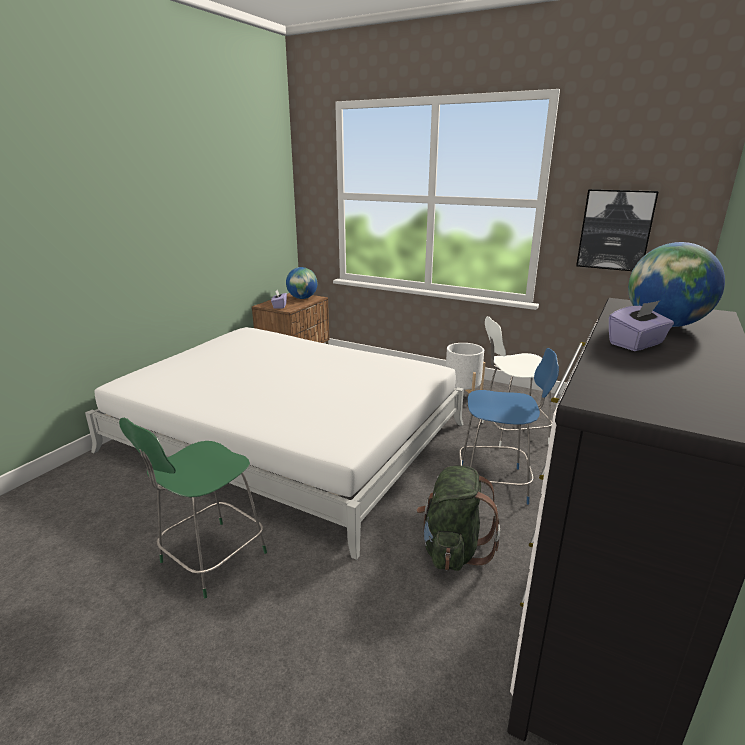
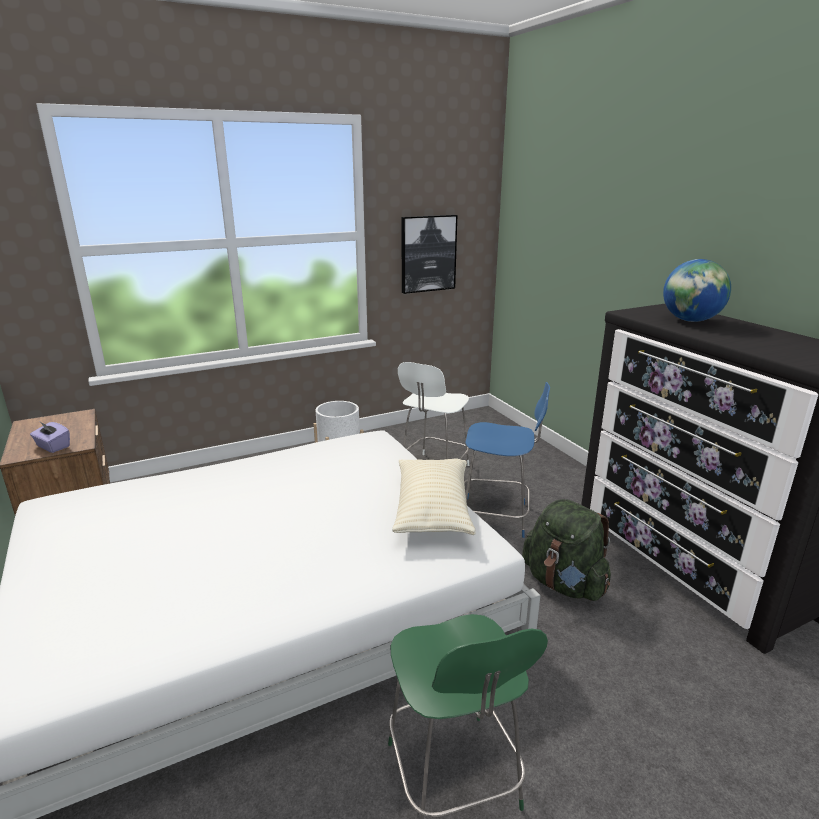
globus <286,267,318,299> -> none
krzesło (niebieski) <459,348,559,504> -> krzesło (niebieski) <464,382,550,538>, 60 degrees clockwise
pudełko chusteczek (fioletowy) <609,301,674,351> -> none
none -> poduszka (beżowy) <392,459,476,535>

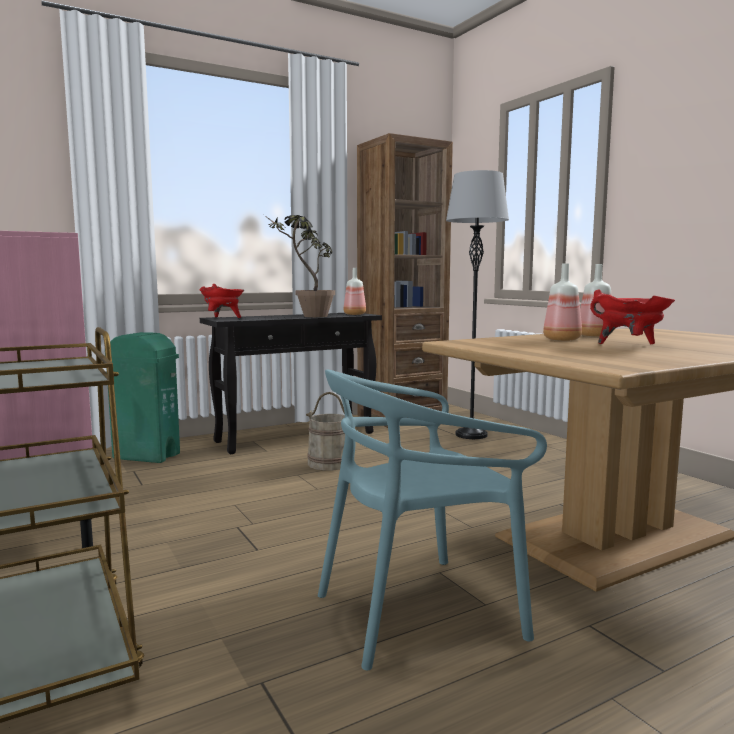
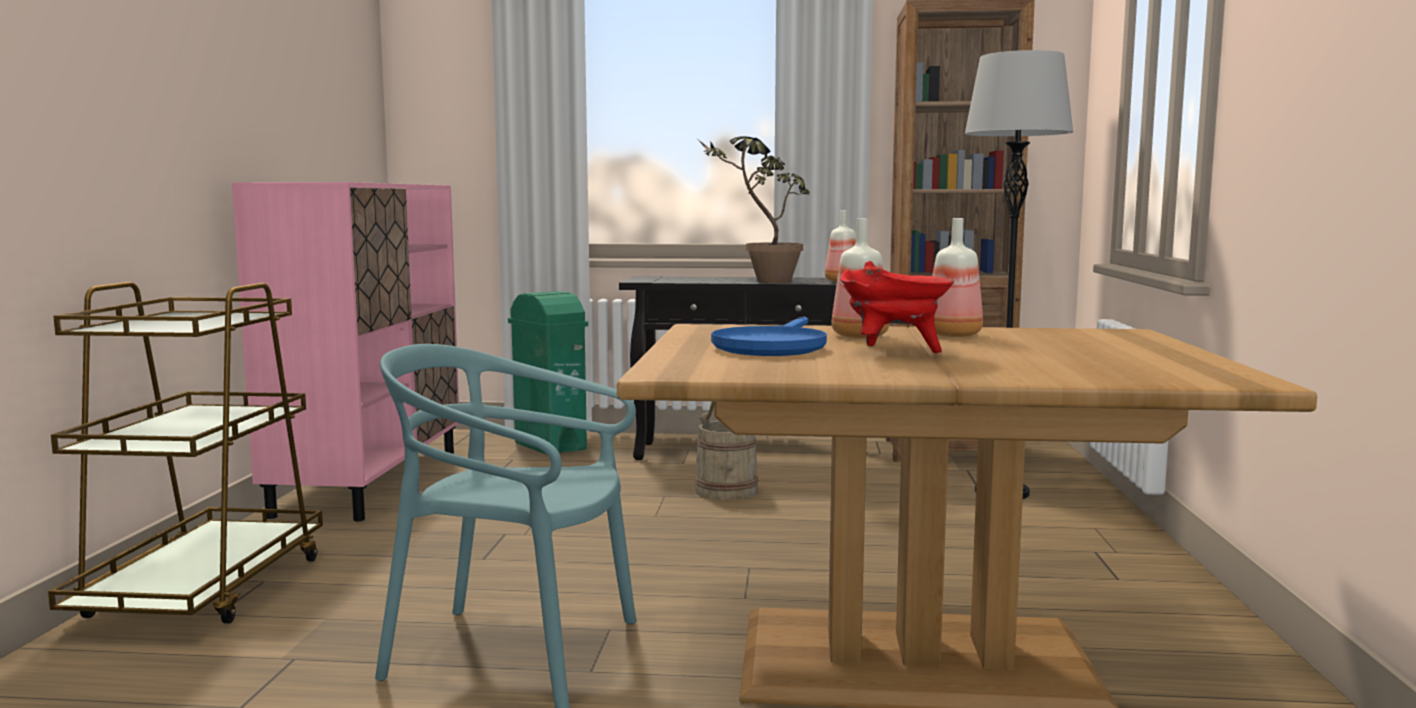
garnek (czerwony) <199,284,244,318> -> none
none -> patelnia (niebieski) <711,317,827,356>

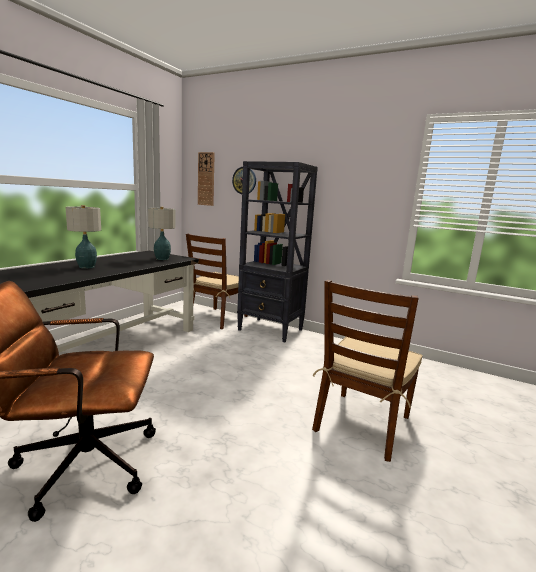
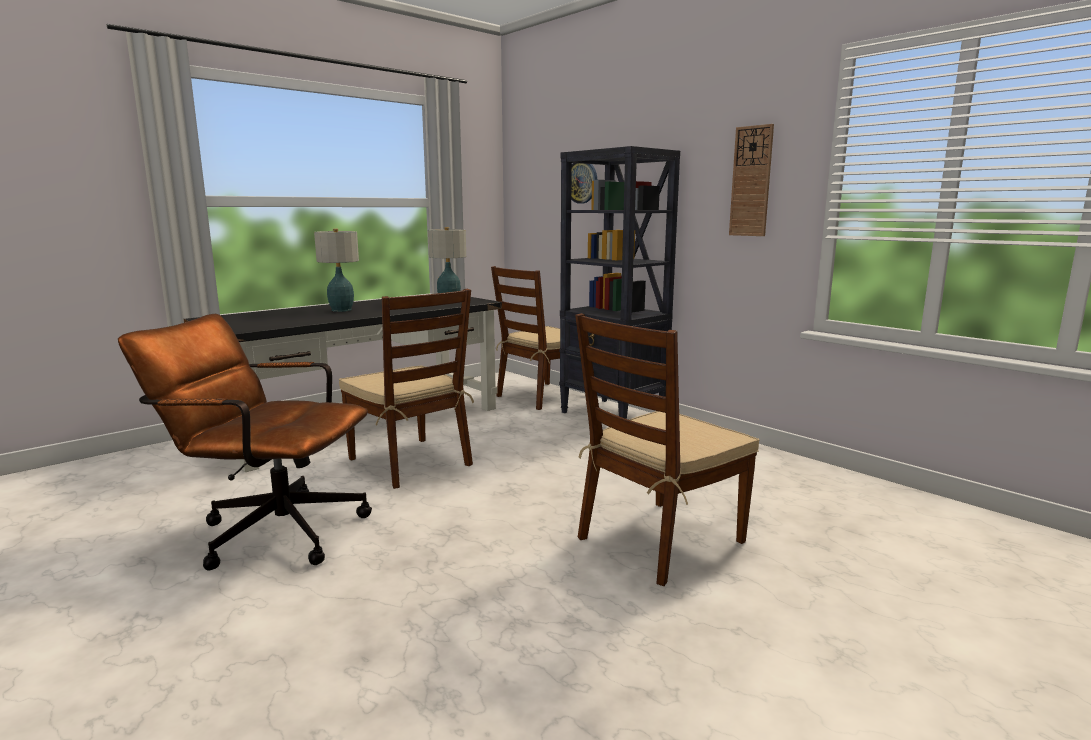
zegar ścienny <198,152,215,206> -> zegar ścienny <729,124,774,236>, moved
none -> krzesło (brązowy) <339,289,474,489>

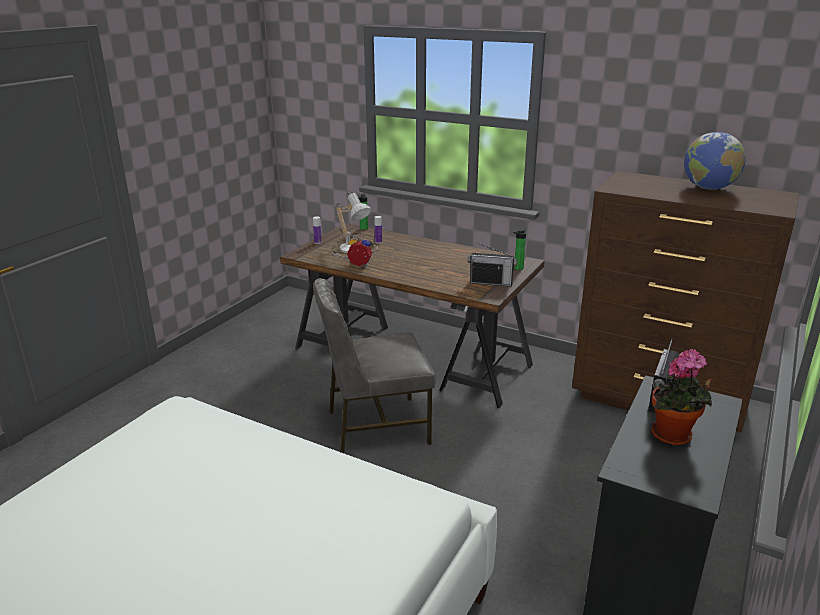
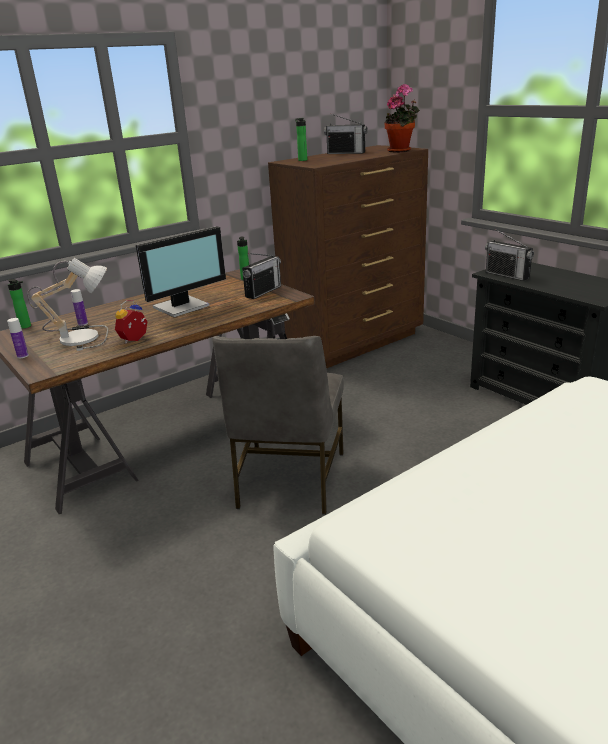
roślina doniczkowa <652,349,712,446> -> roślina doniczkowa <384,84,420,152>, moved
globus <684,132,746,190> -> radio <324,114,368,154>
none -> monitor <136,226,226,317>
none -> butelka <295,118,307,161>

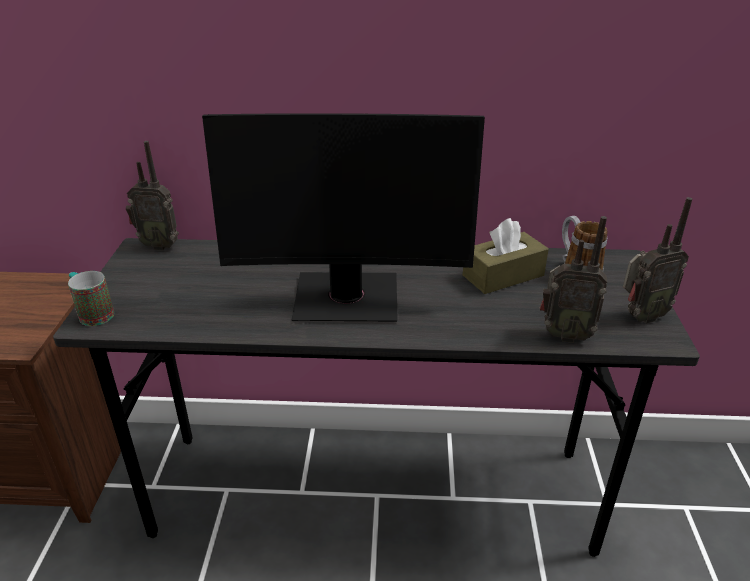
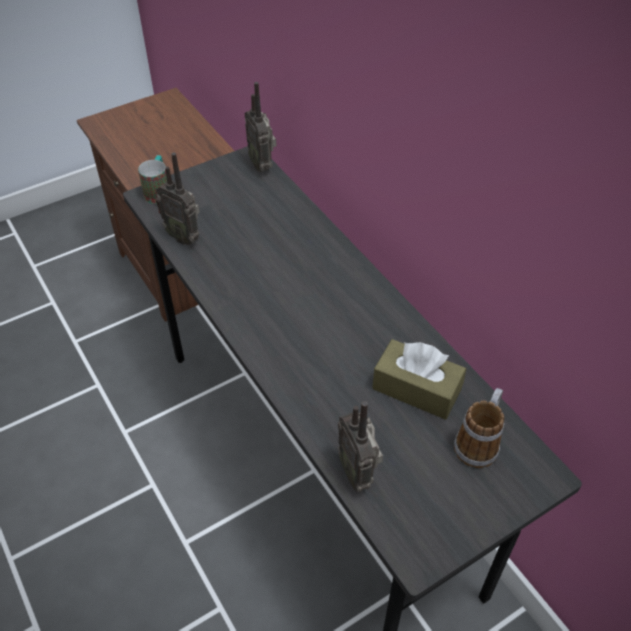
monitor <202,113,485,322> -> none
radio <623,197,692,324> -> radio <156,152,200,245>, moved

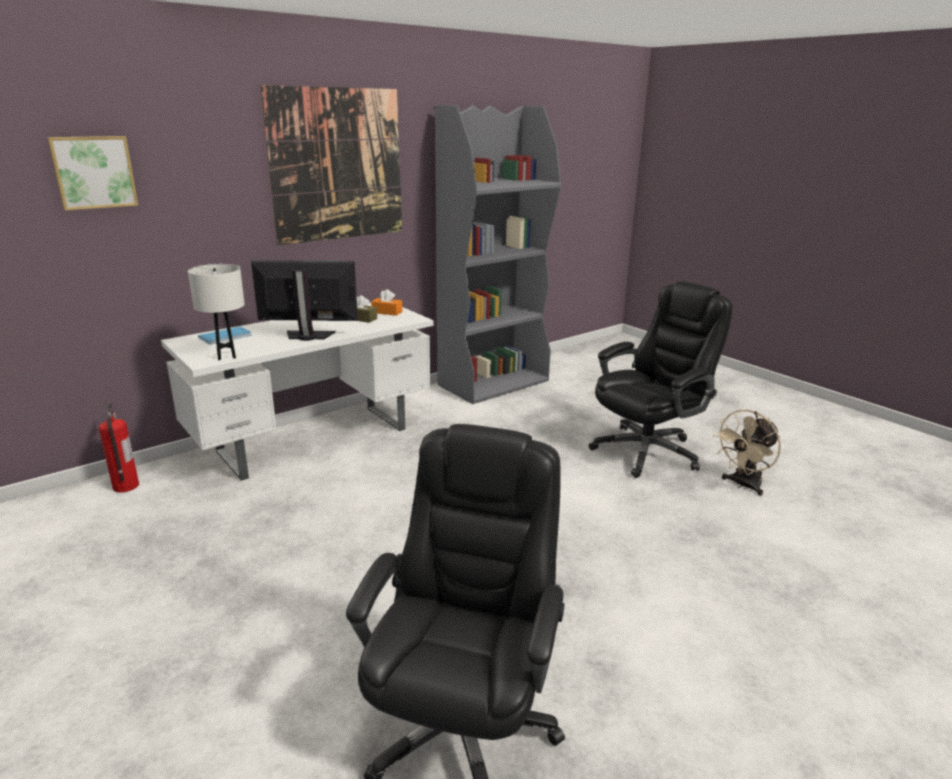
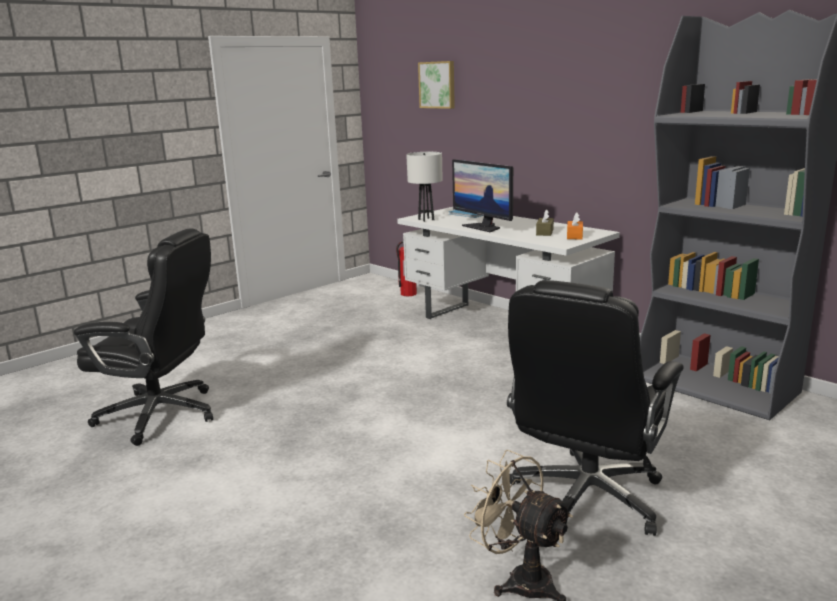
monitor <251,260,358,341> -> monitor <452,159,513,232>, 150 degrees clockwise
obraz <260,85,402,245> -> none
krzesło biurowe (czarny) <589,281,733,478> -> krzesło biurowe (czarny) <507,280,684,536>, 75 degrees clockwise

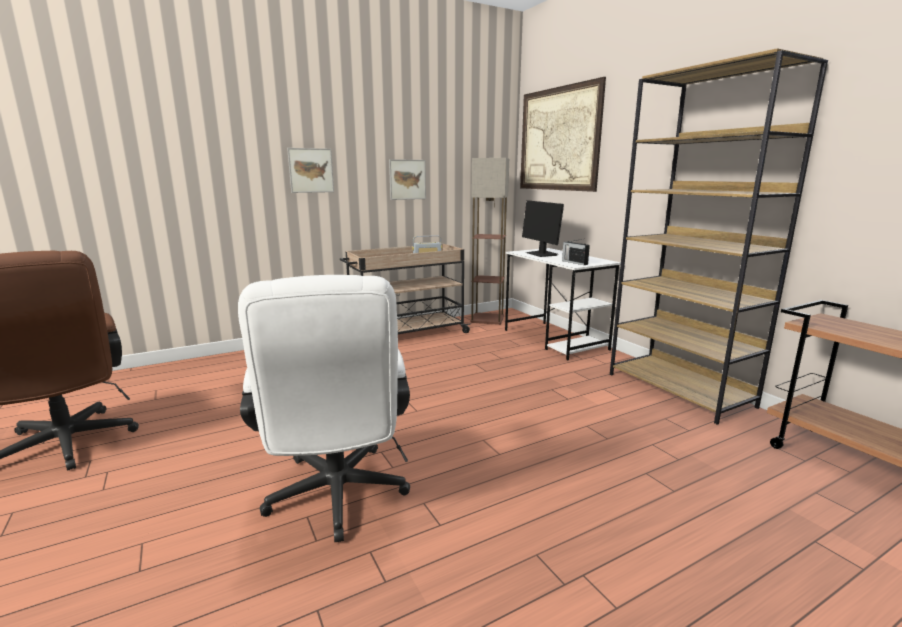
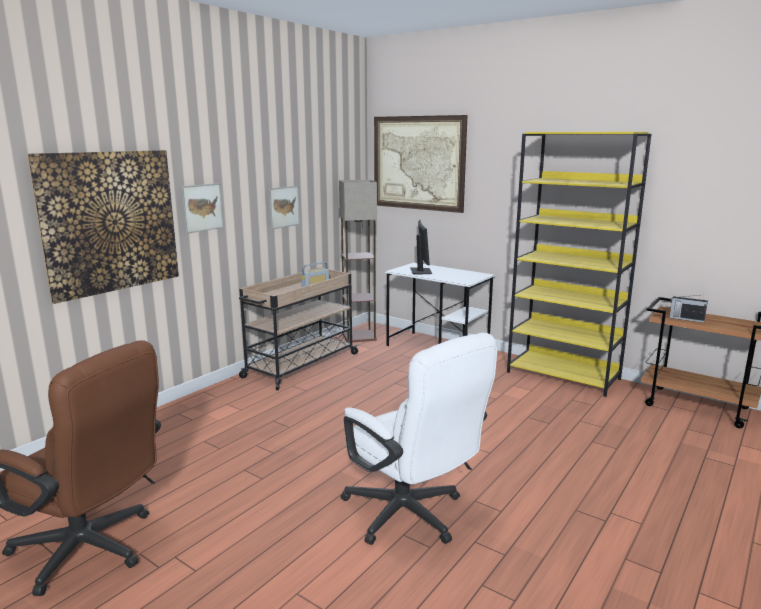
monitor <522,200,564,257> -> monitor <410,220,432,274>, 135 degrees counterclockwise
radio <562,239,590,265> -> radio <669,295,708,323>, moved
regał (brązowy) <610,48,828,425> -> regał (żółty) <507,132,651,397>
none -> obraz <27,150,179,304>

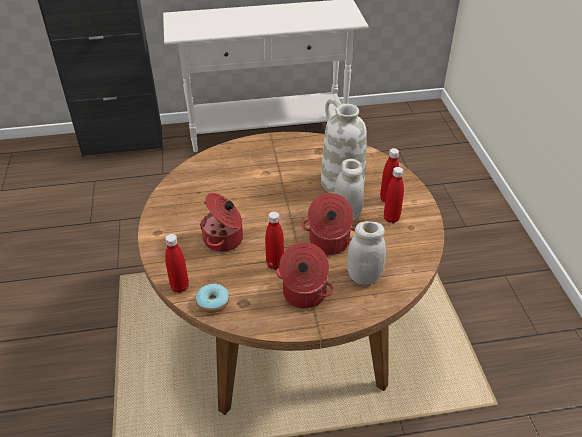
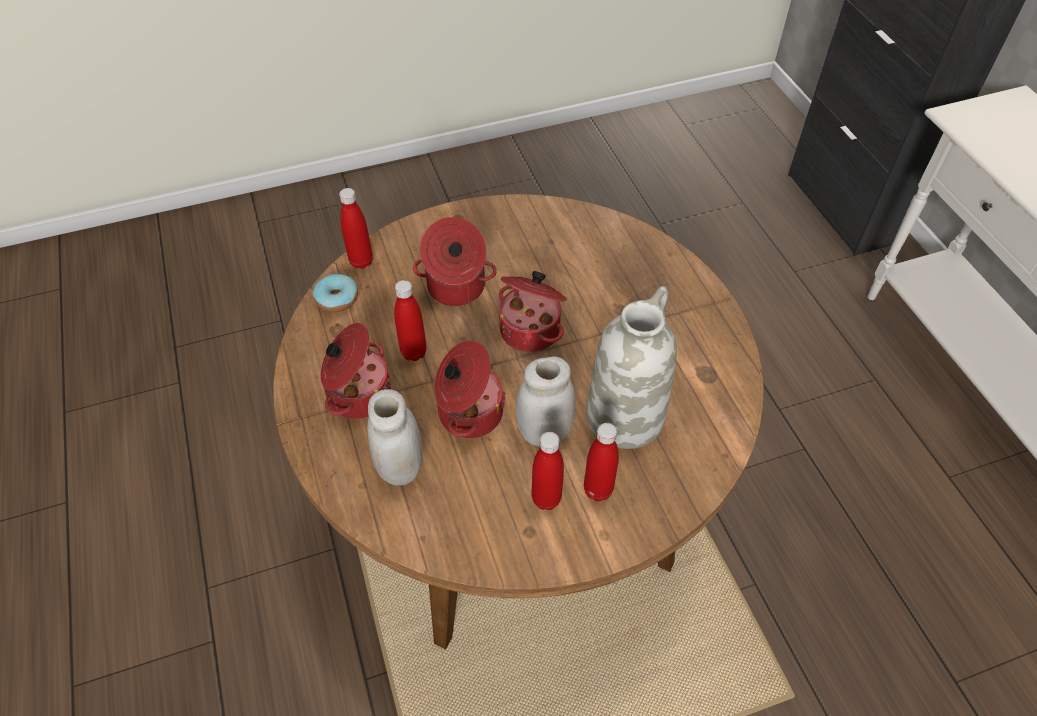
none -> garnek <499,271,567,352>

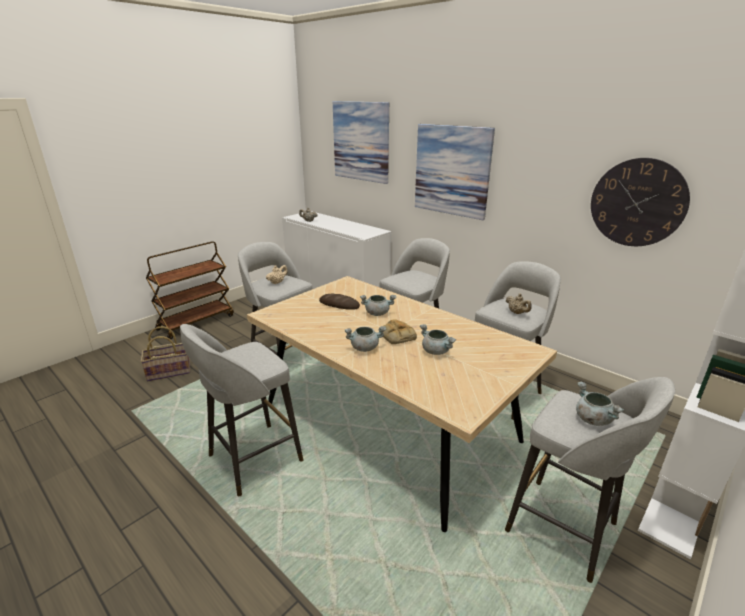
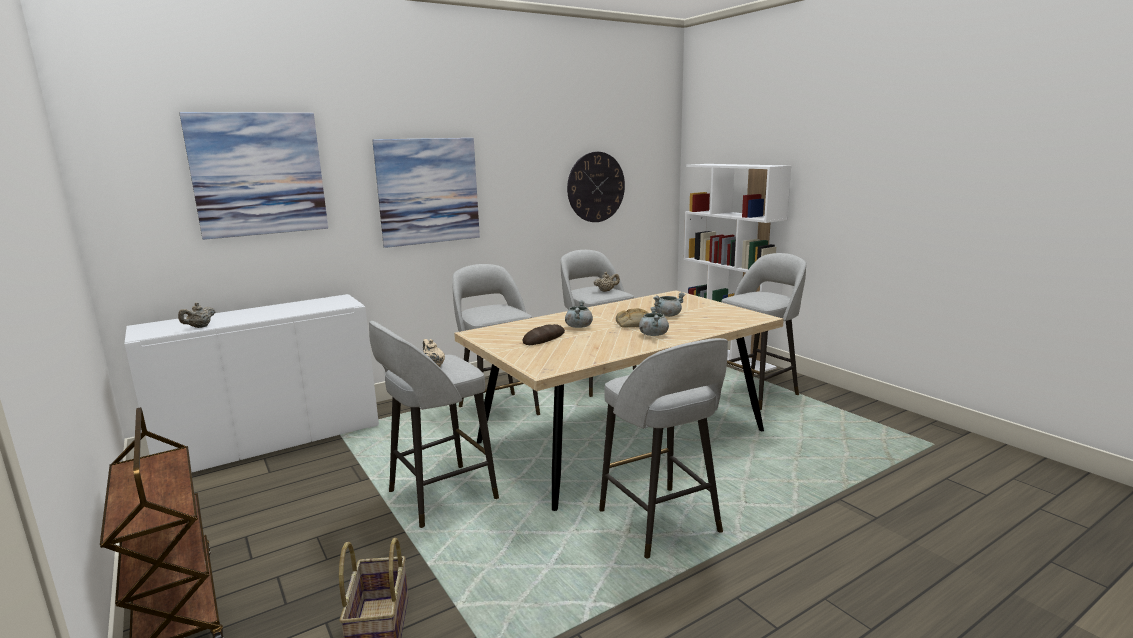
garnek (szary) <576,382,624,426> -> none

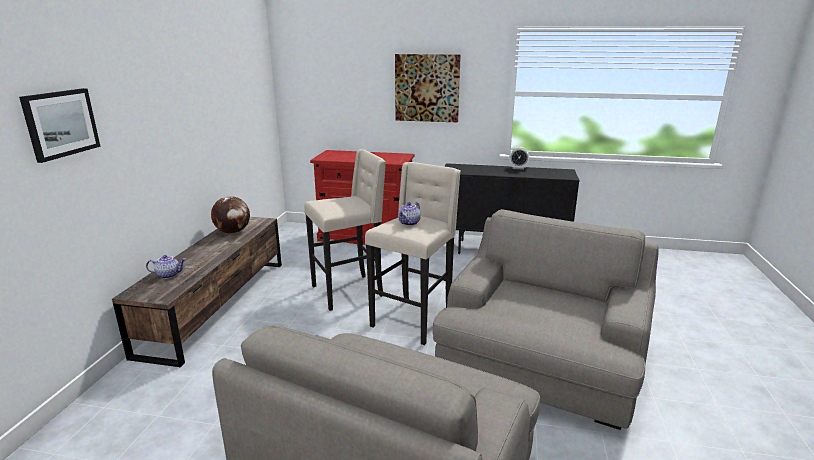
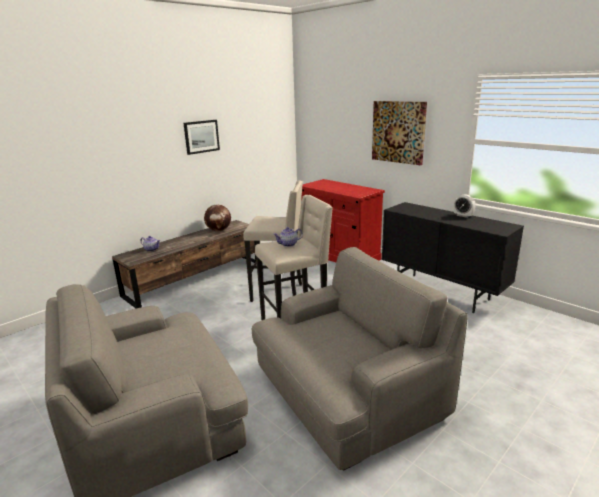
obraz <19,88,101,163> -> obraz <184,120,220,155>, moved

